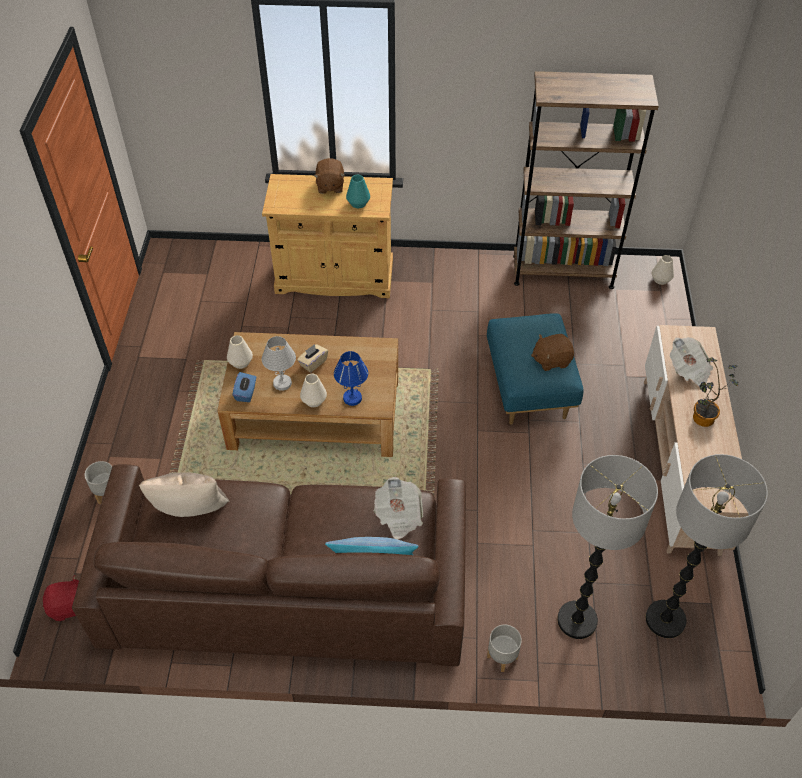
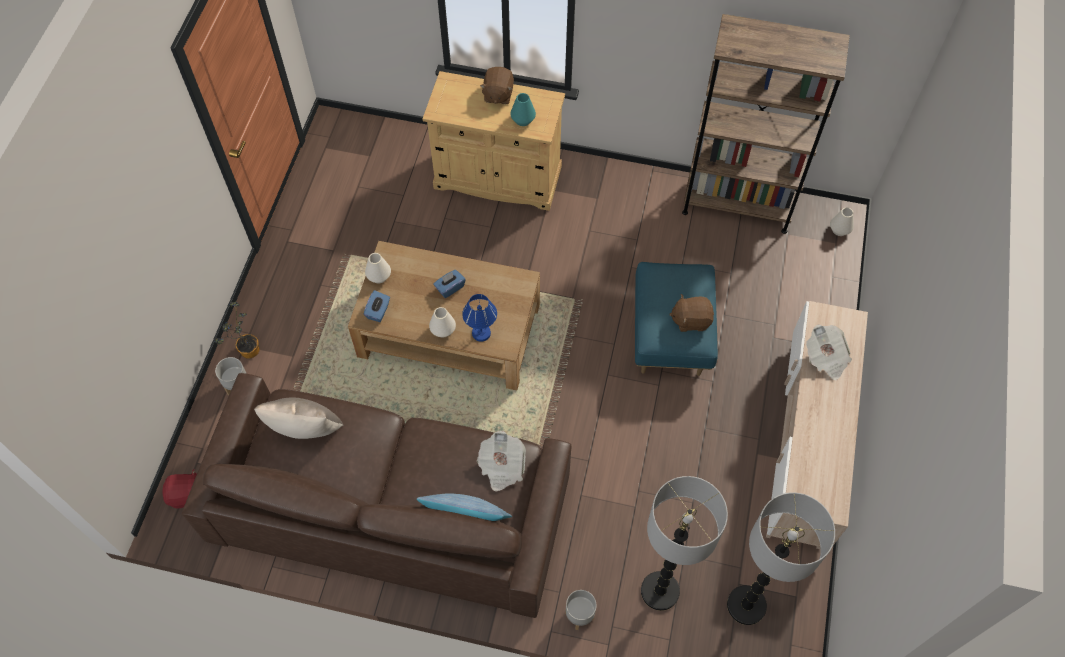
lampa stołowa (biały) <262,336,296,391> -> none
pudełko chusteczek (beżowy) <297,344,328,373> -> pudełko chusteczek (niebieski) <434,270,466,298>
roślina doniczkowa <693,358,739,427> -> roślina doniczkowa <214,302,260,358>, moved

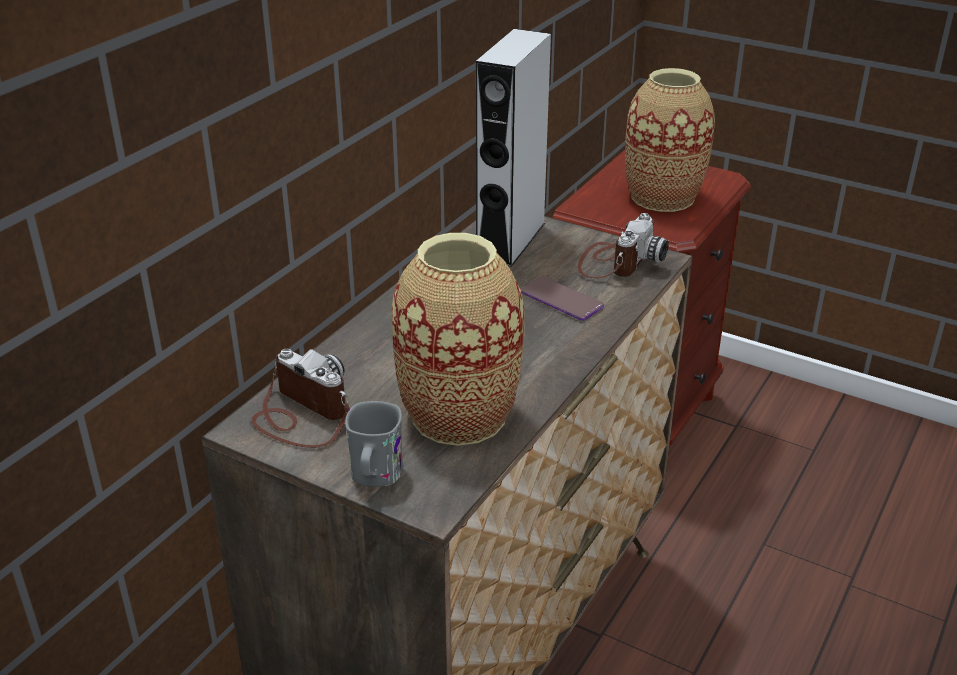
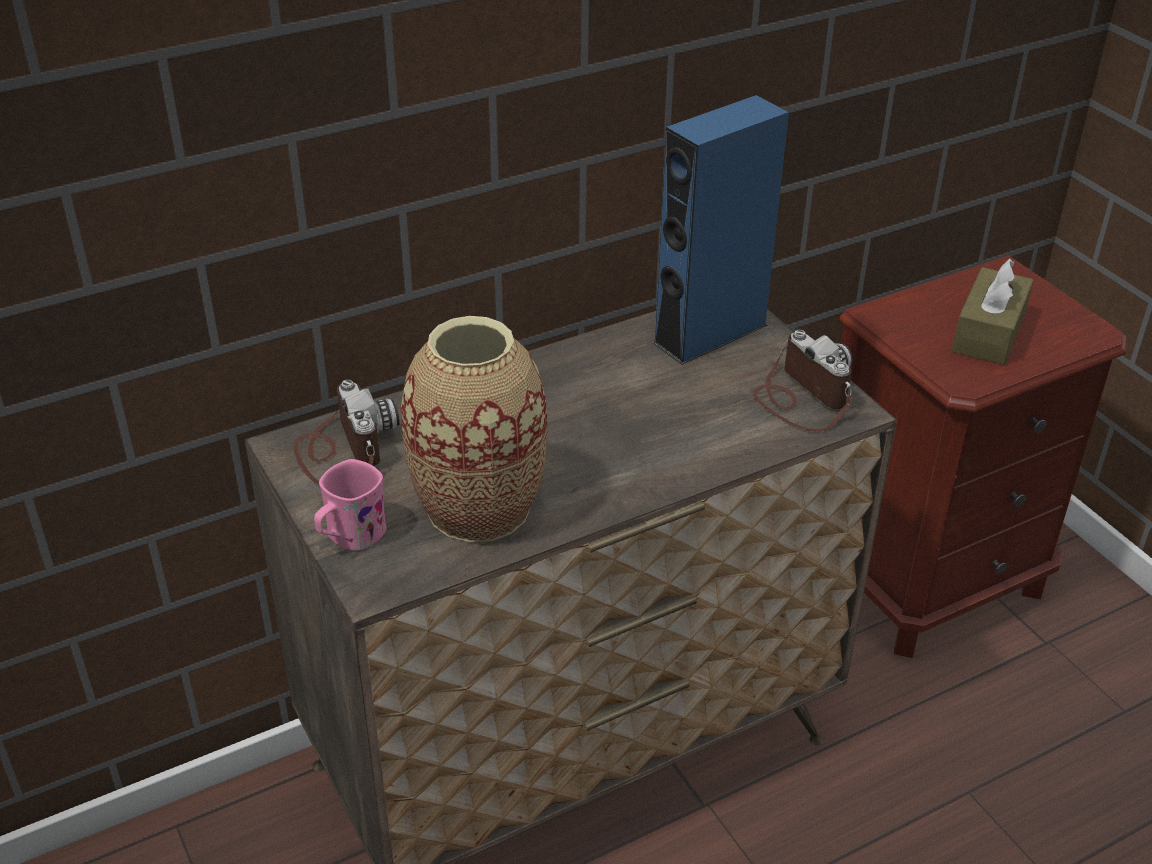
kubek (szary) <345,401,403,487> -> kubek (różowy) <314,459,387,551>
głośnik (szary) <476,29,551,267> -> głośnik (niebieski) <653,95,789,365>
telefon <521,277,604,321> -> none
aparat fotograficzny <577,213,669,278> -> aparat fotograficzny <753,330,853,431>, 90 degrees counterclockwise
wazon <625,68,715,212> -> pudełko chusteczek (brązowy) <952,259,1033,365>

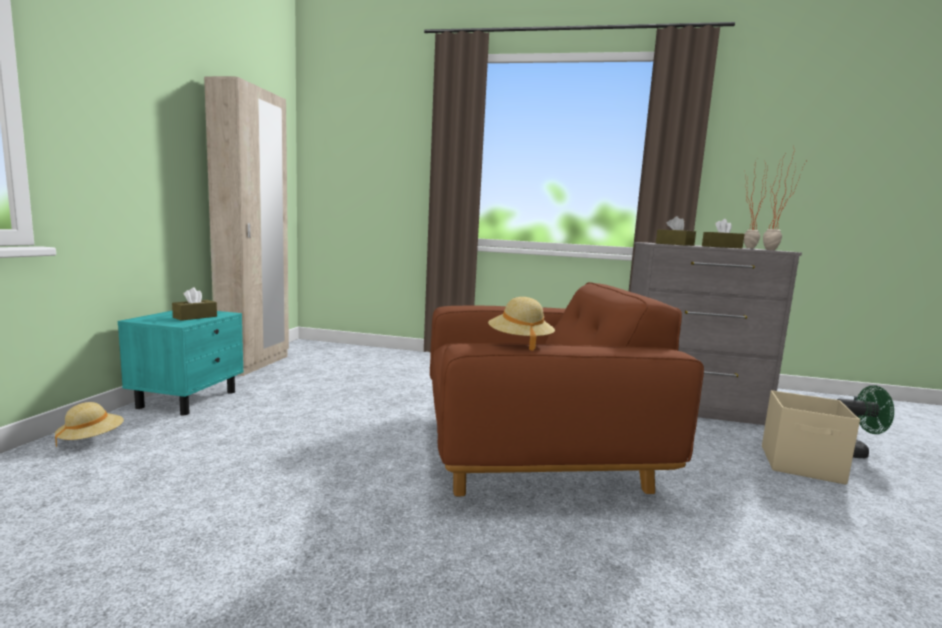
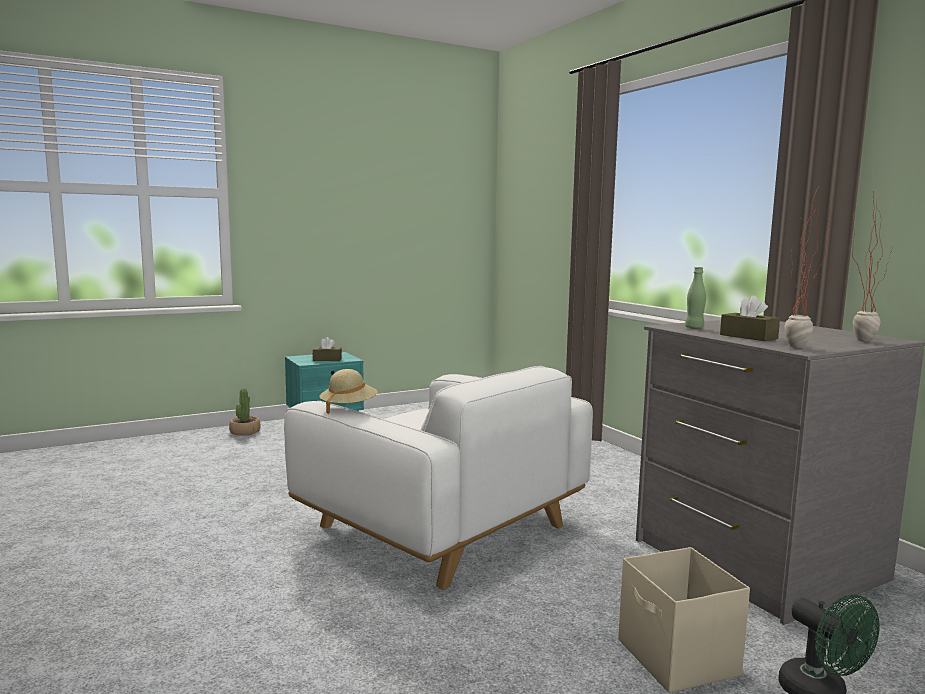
kapelusz (beżowy) <55,402,124,448> -> roślina doniczkowa <229,388,261,436>
szafa (beżowy) <204,76,289,376> -> none
fotel (brązowy) <430,282,704,496> -> fotel (biały) <284,366,593,590>
pudełko chusteczek (brązowy) <656,216,696,246> -> butelka (zielony) <685,267,706,329>

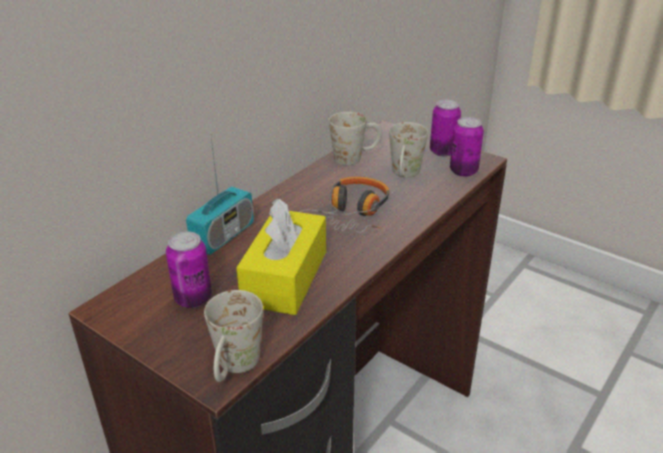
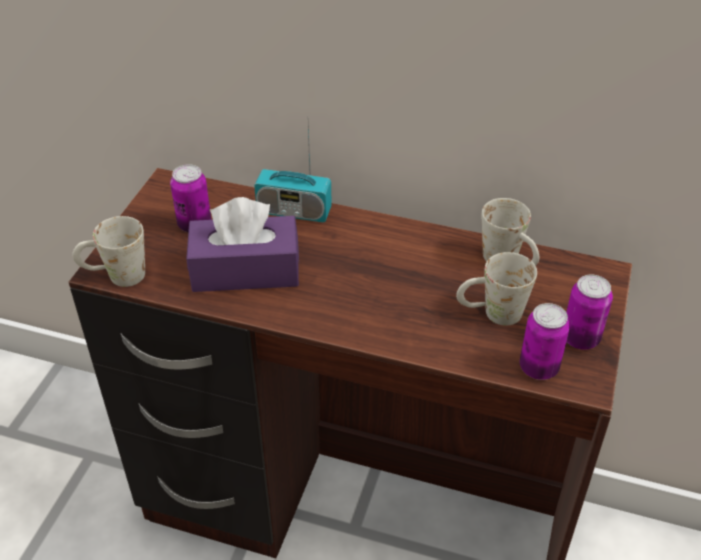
pudełko chusteczek (żółty) <236,199,326,315> -> pudełko chusteczek (fioletowy) <186,197,299,292>
słuchawki <300,177,389,233> -> none

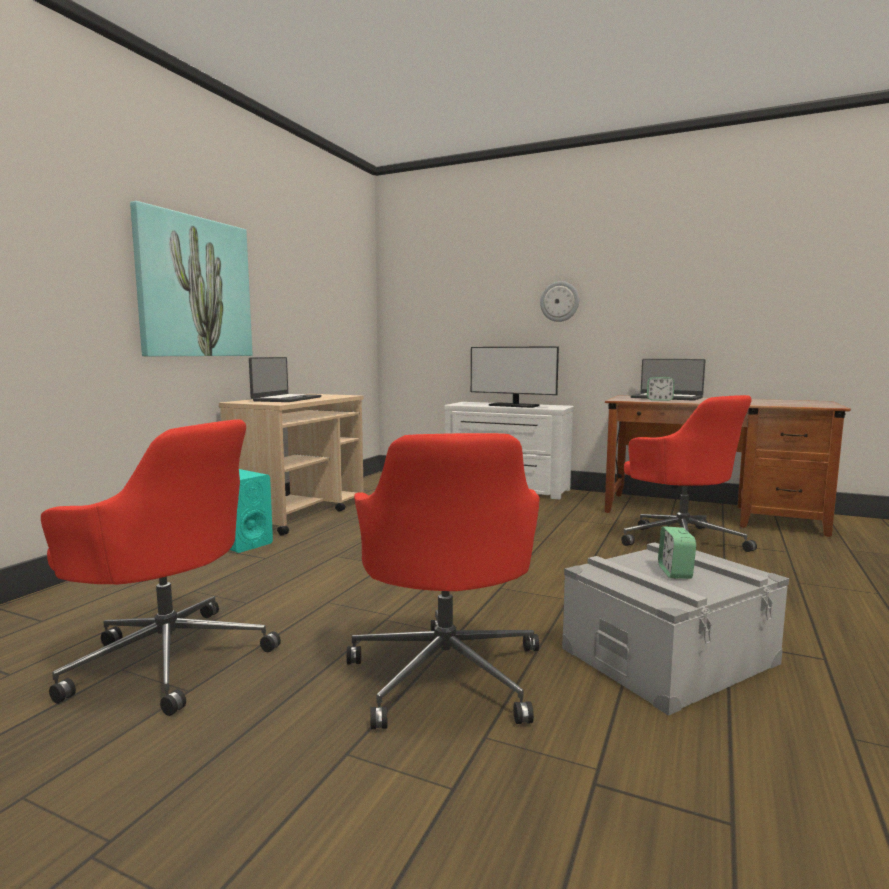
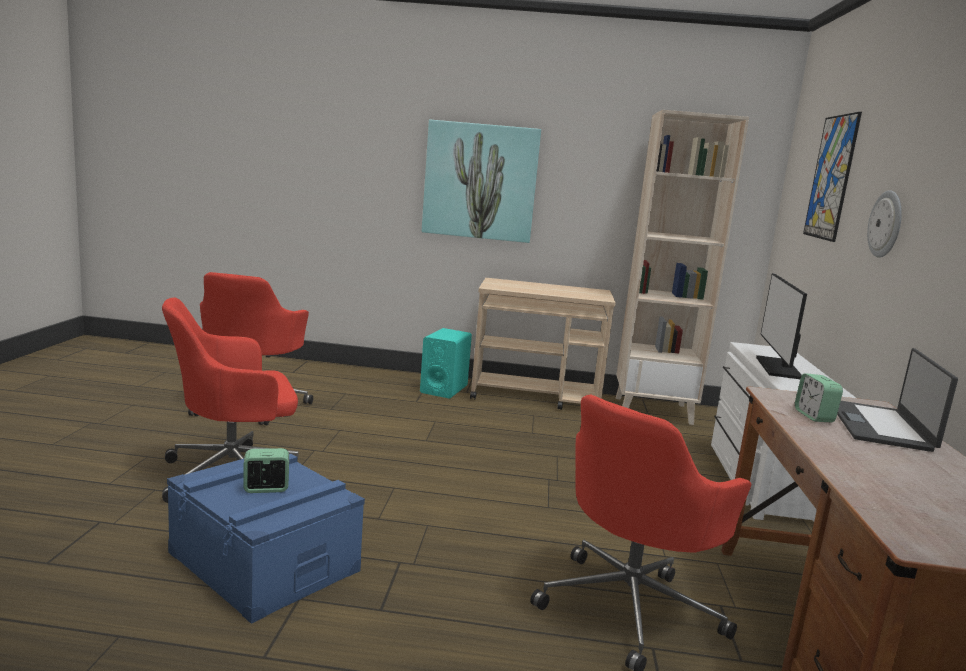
laptop <249,357,321,402> -> none
pojemnik do przechowywania (szary) <562,542,789,716> -> pojemnik do przechowywania (niebieski) <167,454,365,624>
none -> regał (beżowy) <616,110,749,425>
none -> obraz <803,112,862,242>

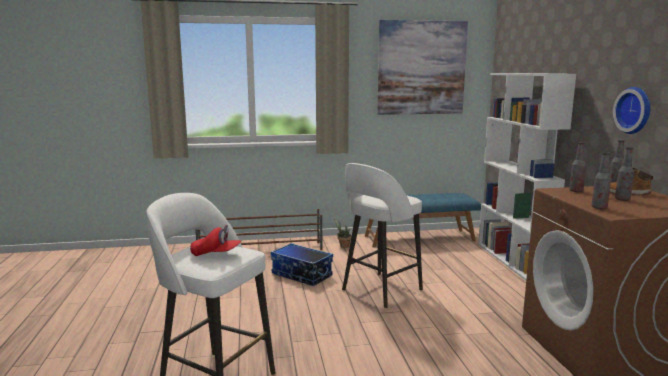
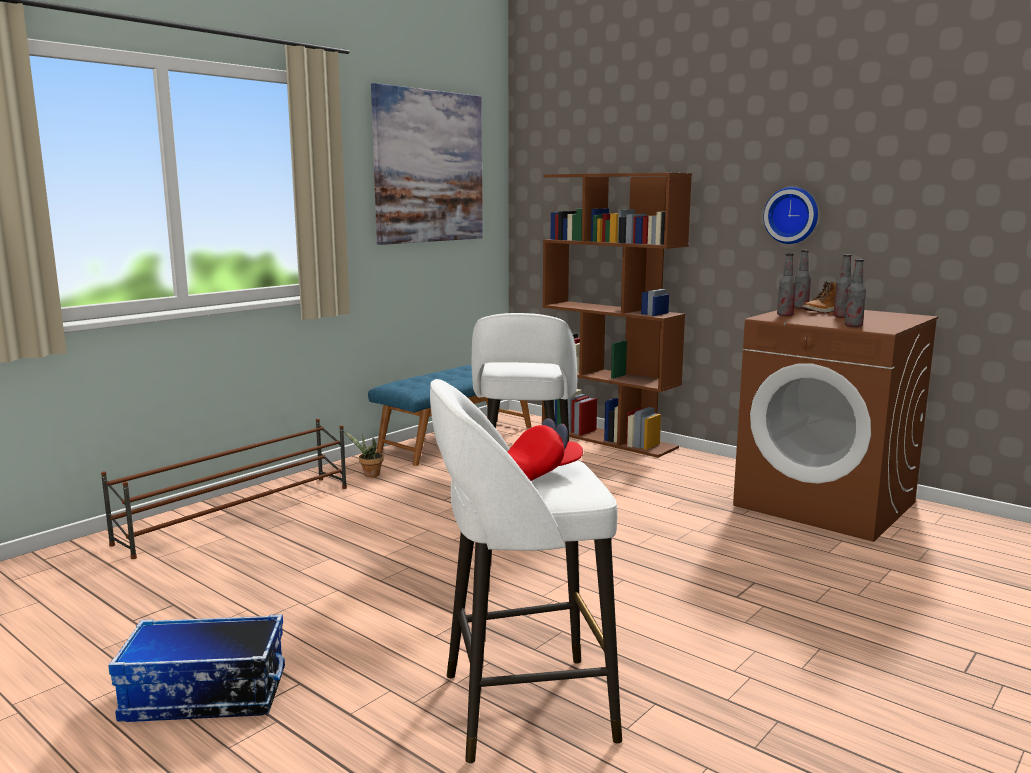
pojemnik do przechowywania <271,243,333,286> -> pojemnik do przechowywania <108,614,285,722>, moved
regał (biały) <478,73,576,280> -> regał (brązowy) <542,173,692,458>

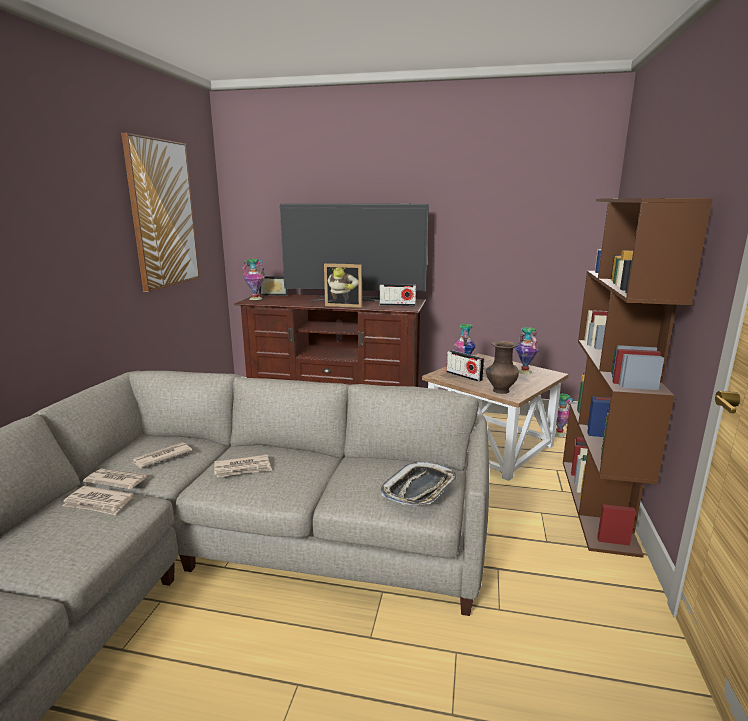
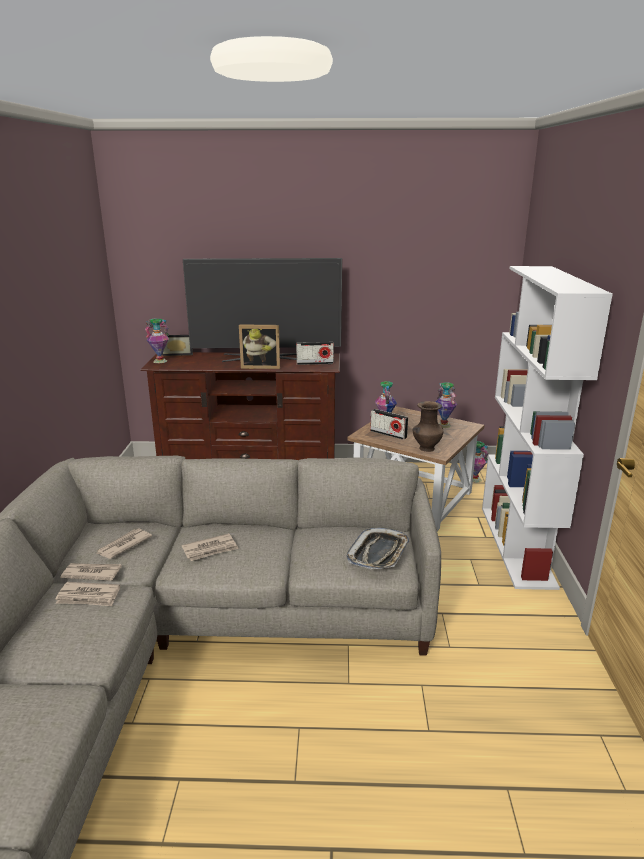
obraz <121,133,200,292> -> none
regał (brązowy) <563,198,713,558> -> regał (biały) <482,266,613,590>

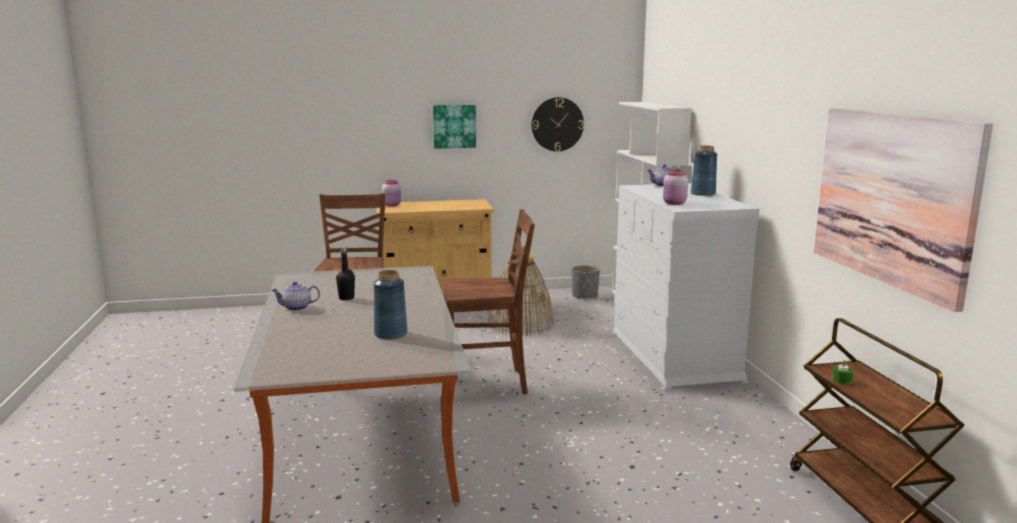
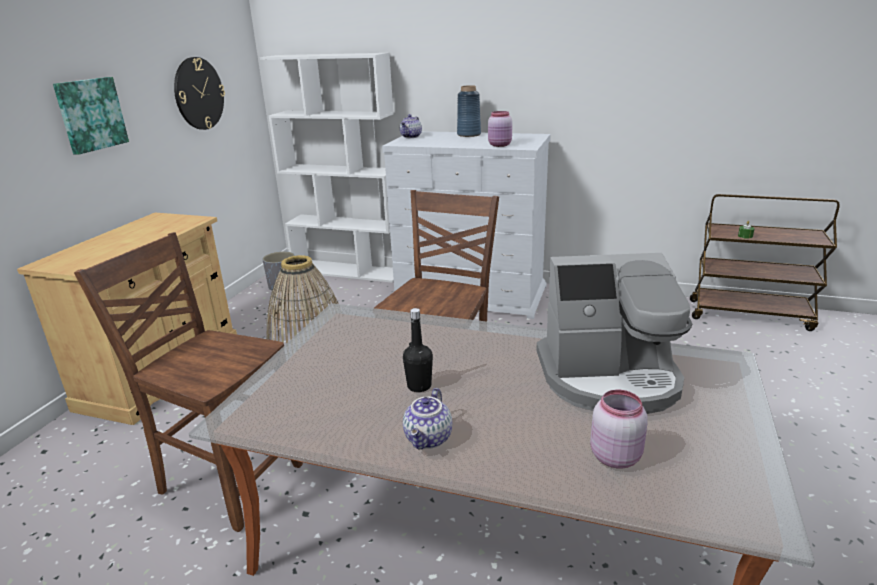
wazon (niebieski) <374,270,408,340> -> ekspres do kawy <536,253,692,414>
słoik (różowy) <382,180,401,206> -> słoik (różowy) <590,390,648,469>, moved
obraz <814,108,993,312> -> none

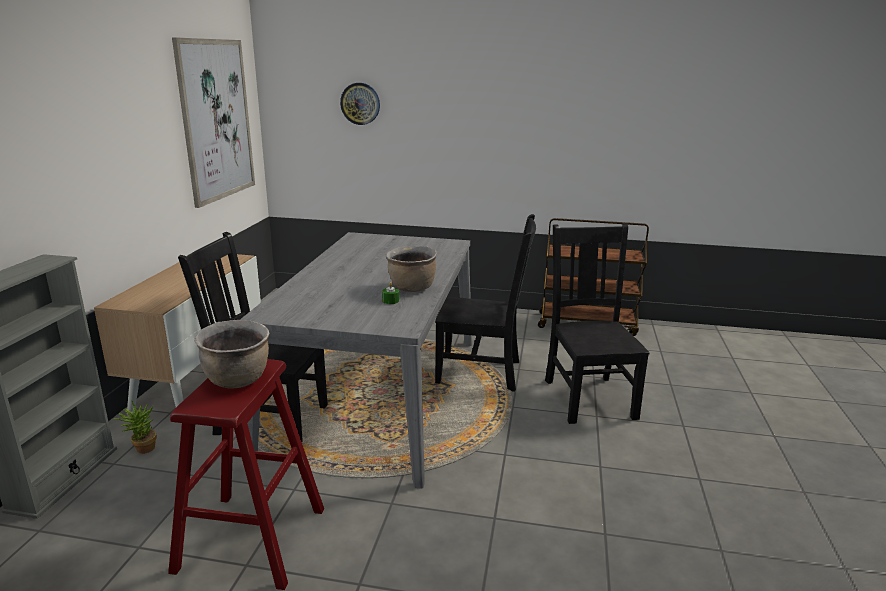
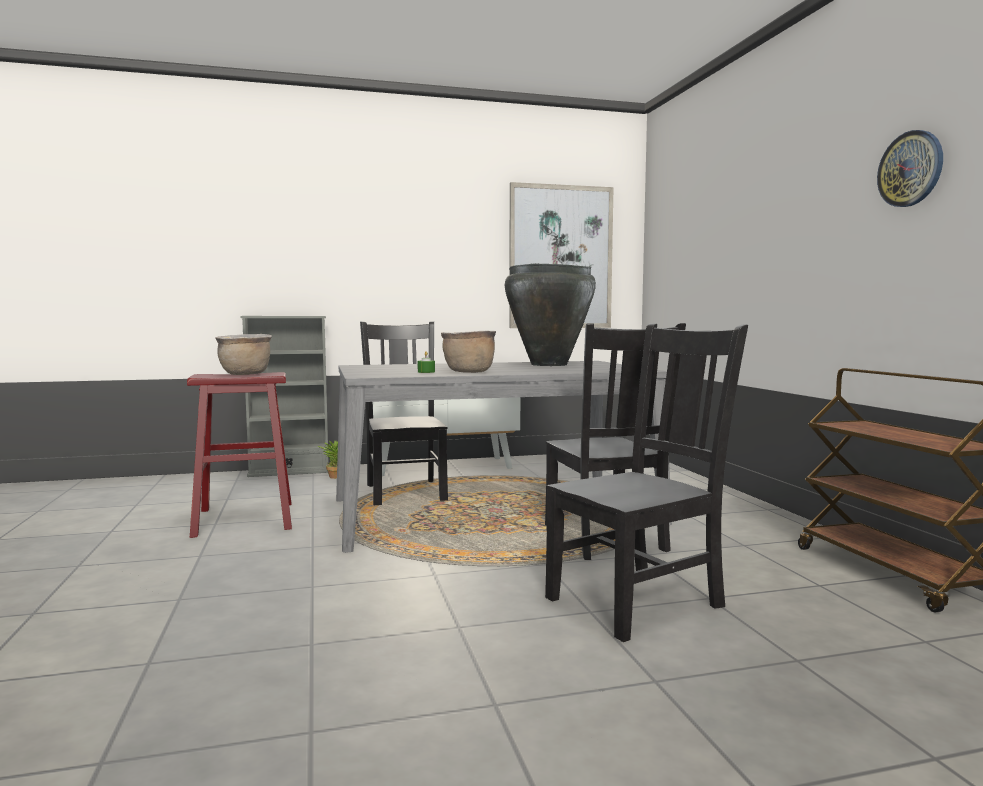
zegar ścienny <340,83,380,125> -> zegar ścienny <877,130,943,207>, moved
none -> wazon (czarny) <505,263,596,366>

